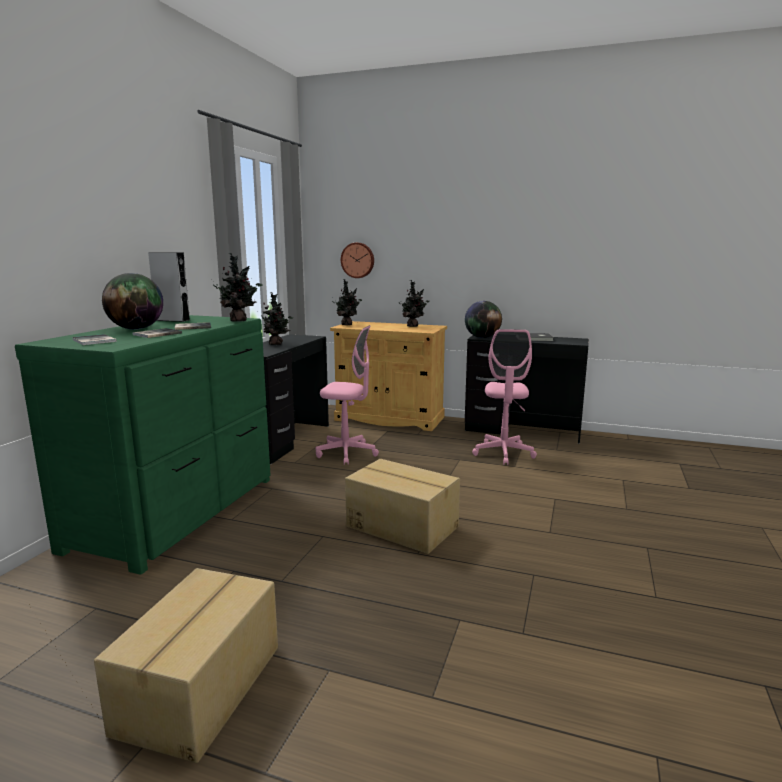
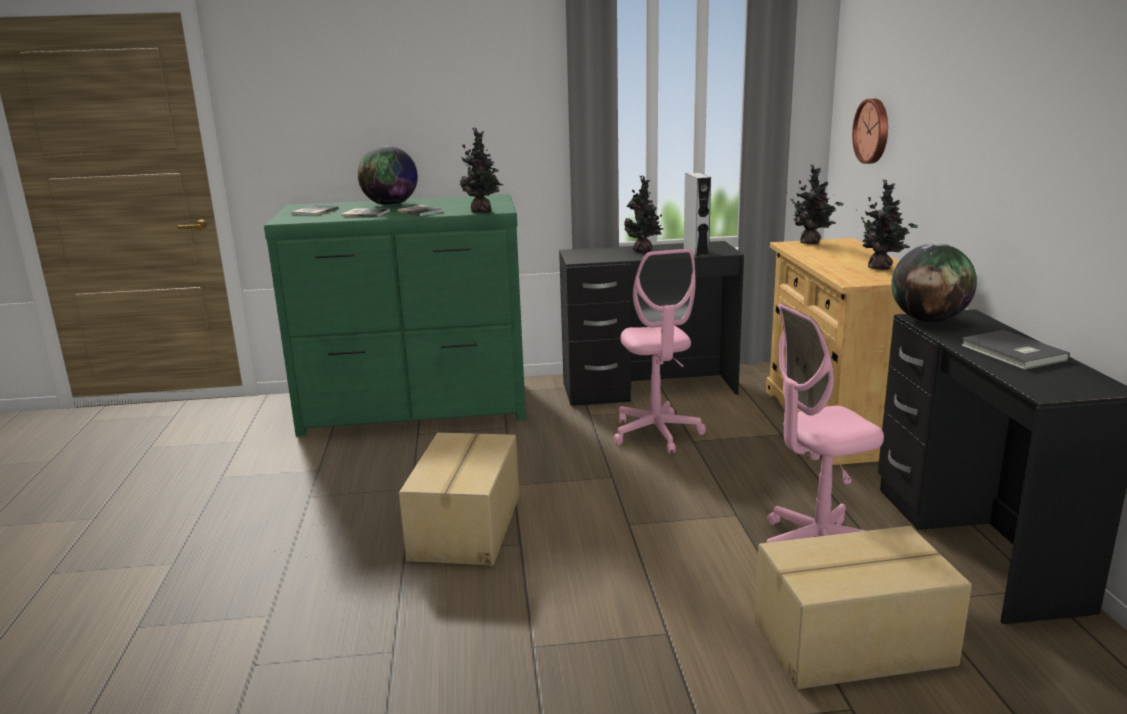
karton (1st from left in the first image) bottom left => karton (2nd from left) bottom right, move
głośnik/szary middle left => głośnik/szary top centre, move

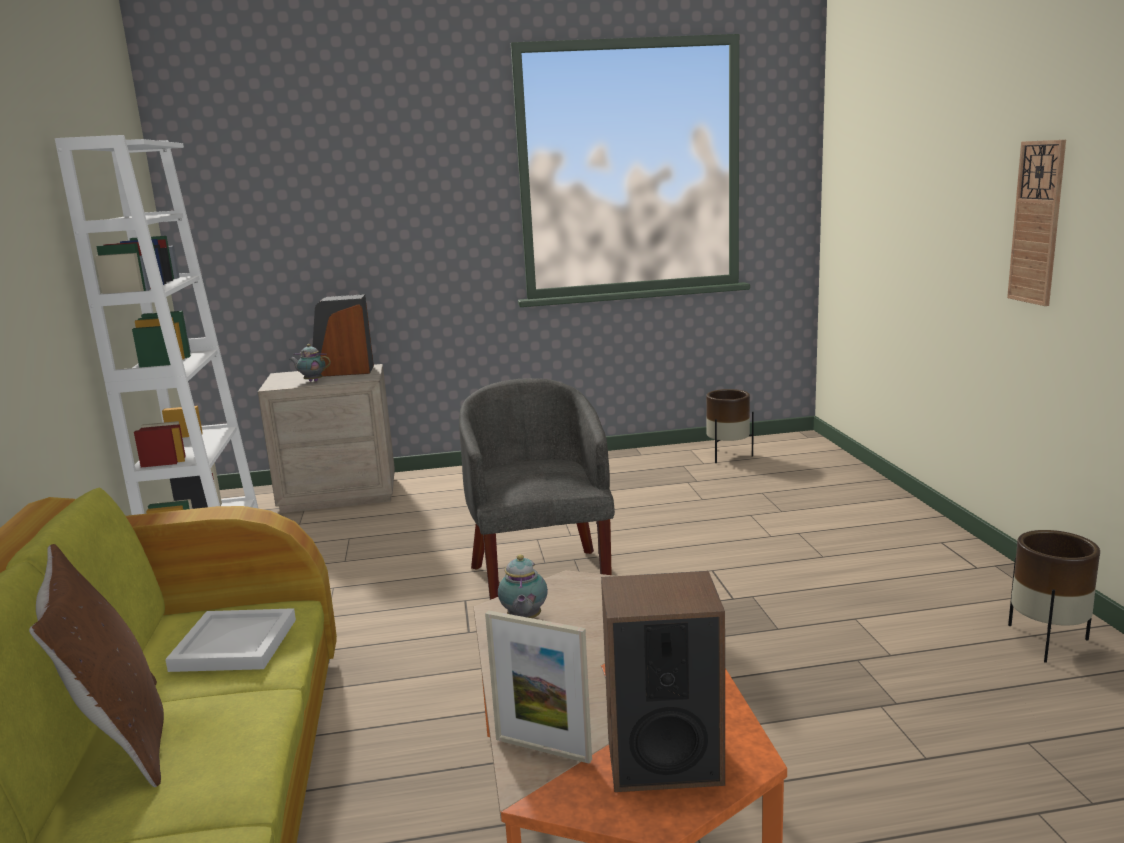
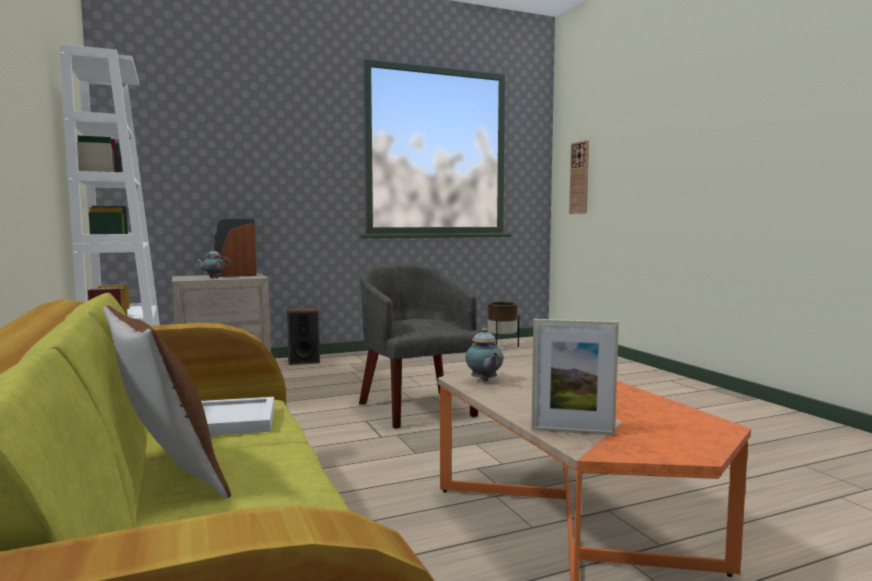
głośnik (2nd from left) bottom centre => głośnik (2nd from left) centre, move
zegar ścienny top right => zegar ścienny top centre, move
donica/brązowy (2nd from left) bottom right => nothing

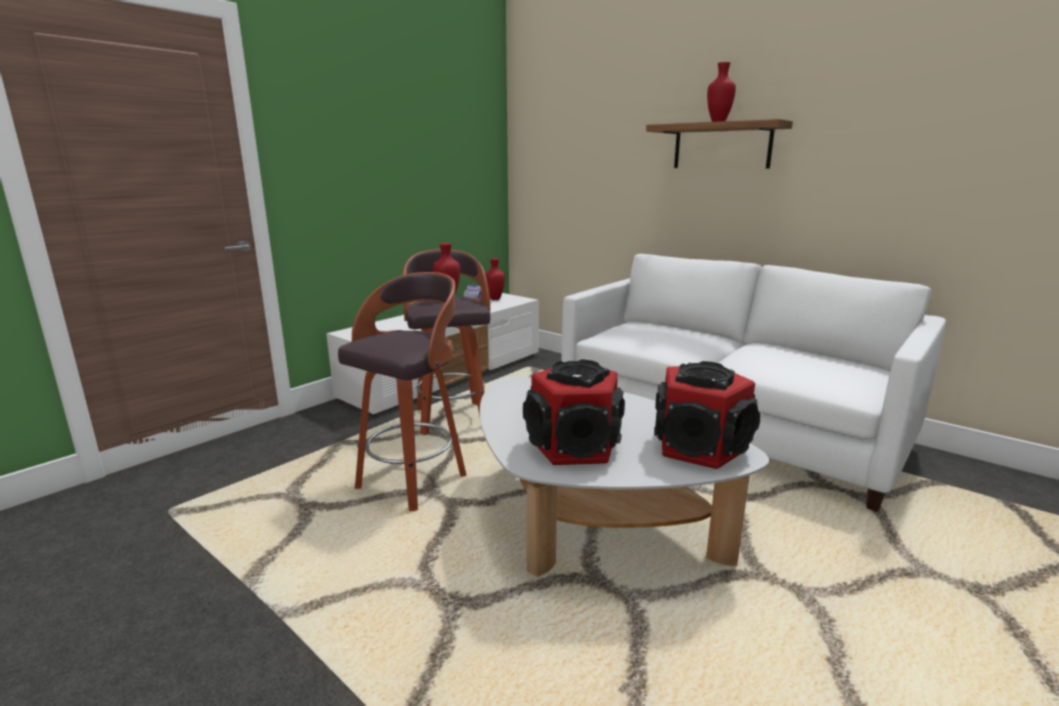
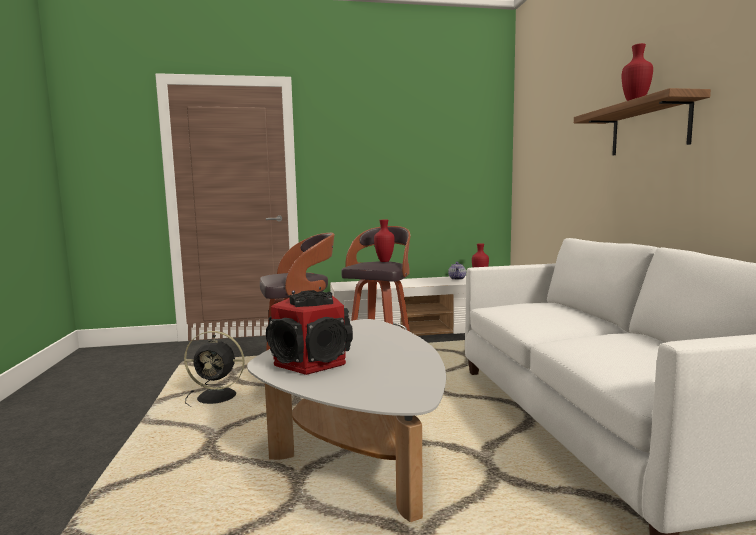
głośnik (2nd from left) middle right => nothing
nothing => wentylator/czarny bottom left

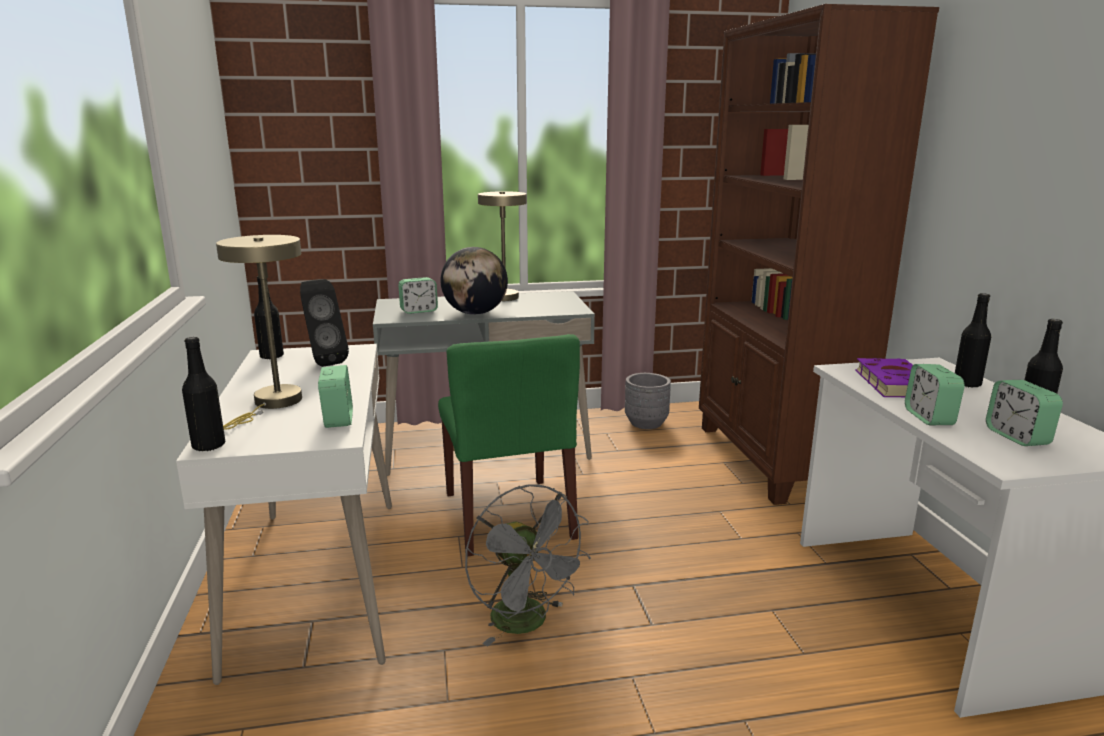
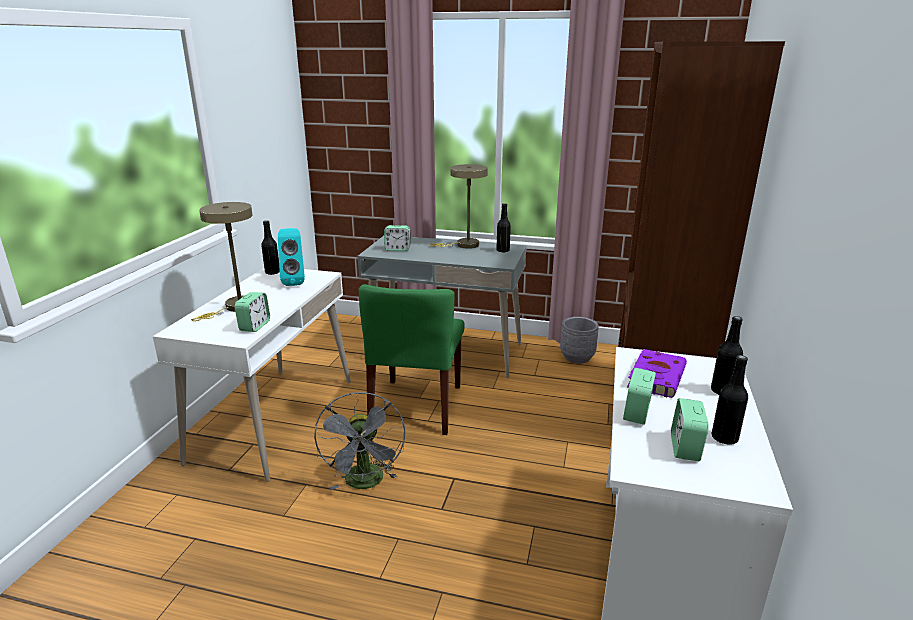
butelka/czarny (1st from left in the first image) middle left => butelka/czarny (2nd from left) centre, move
głośnik/czarny middle left => głośnik/turkusowy middle left
globus centre => nothing

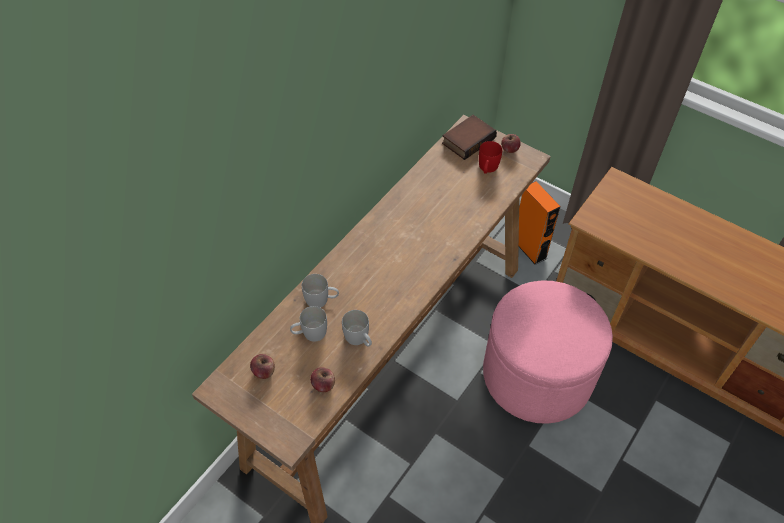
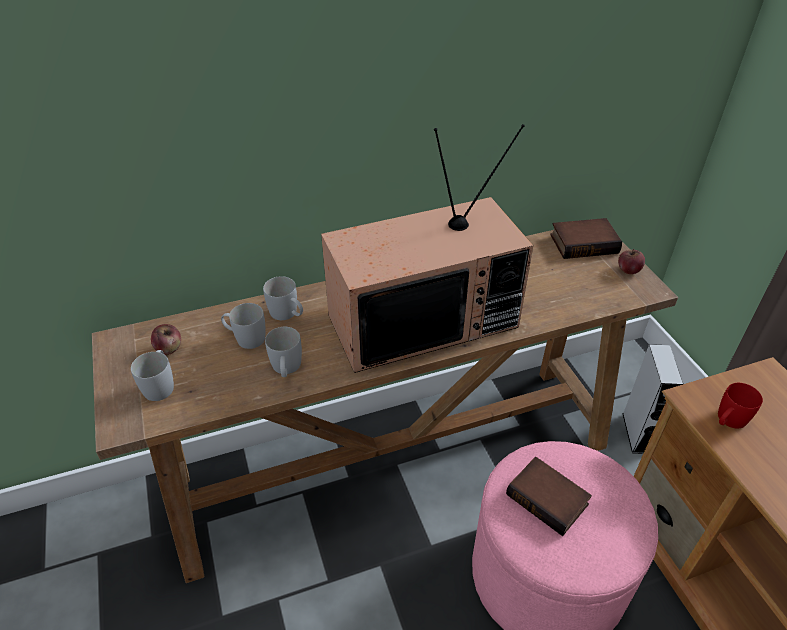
jabłko (2nd from left) bottom centre => nothing
kubek/czerwony top centre => kubek/czerwony middle right, move
głośnik/pomarańczowy middle right => głośnik/szary middle right
nothing => kubek/biały (1st from left) middle left
nothing => telewizor centre
nothing => książka (1st from left) bottom right

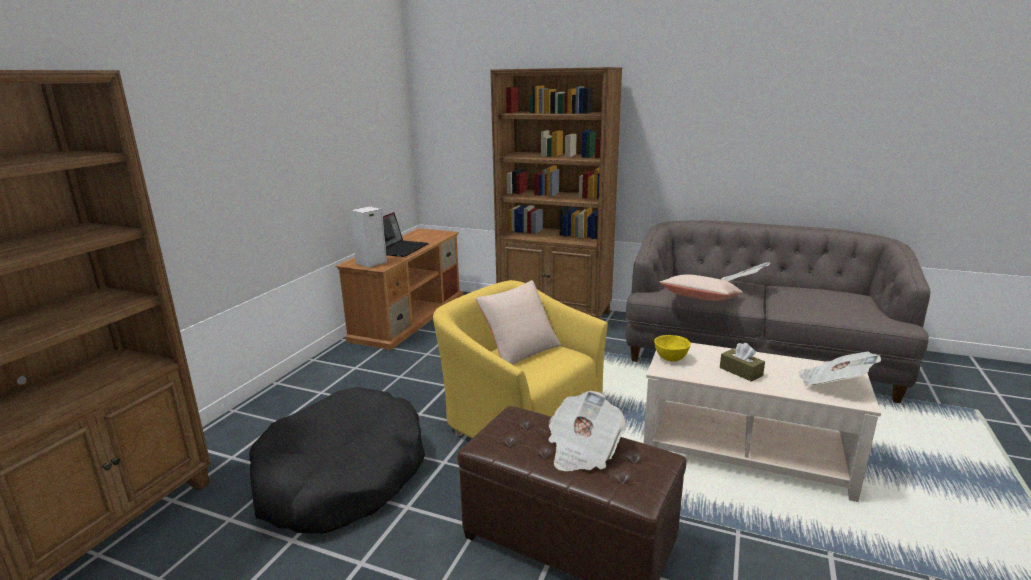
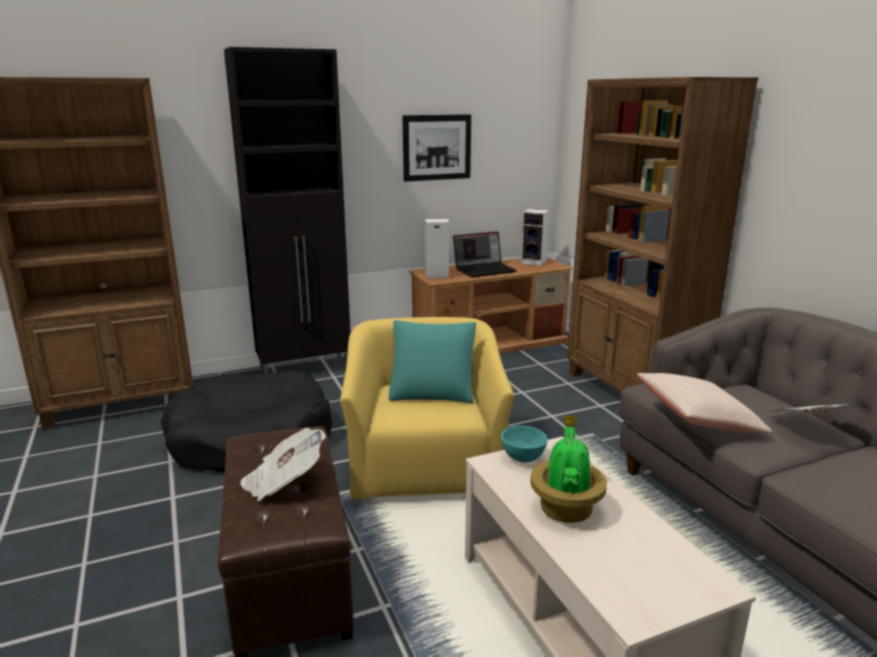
poduszka/beżowy (1st from left) centre => poduszka/turkusowy centre
miska/żółty centre => miska/turkusowy bottom centre
pudełko chusteczek/brązowy middle right => roślina doniczkowa bottom centre
gazeta (3rd from left) middle right => nothing
nothing => szafka/czarny top left
nothing => obraz top centre
nothing => głośnik (2nd from left) centre

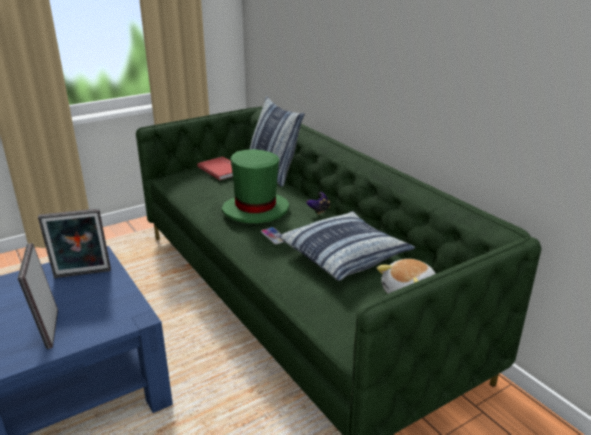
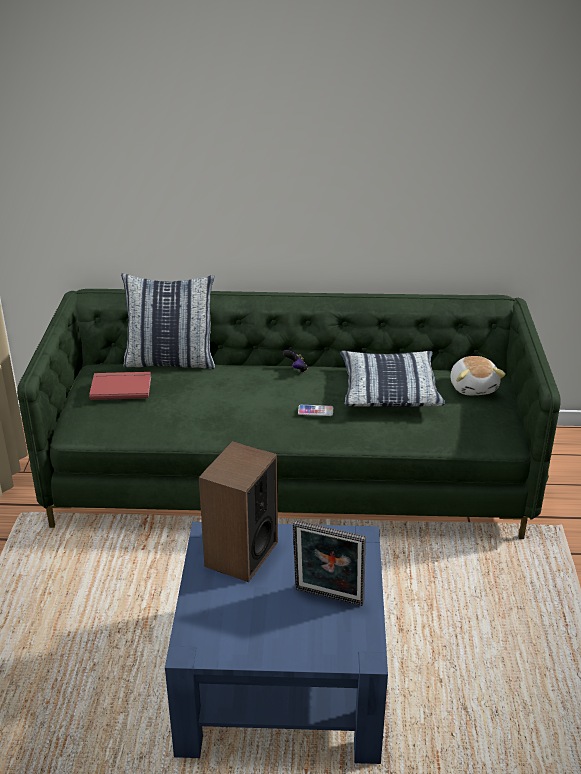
ramka na zdjęcie (2nd from left) middle left => głośnik centre
kapelusz/zielony centre => nothing

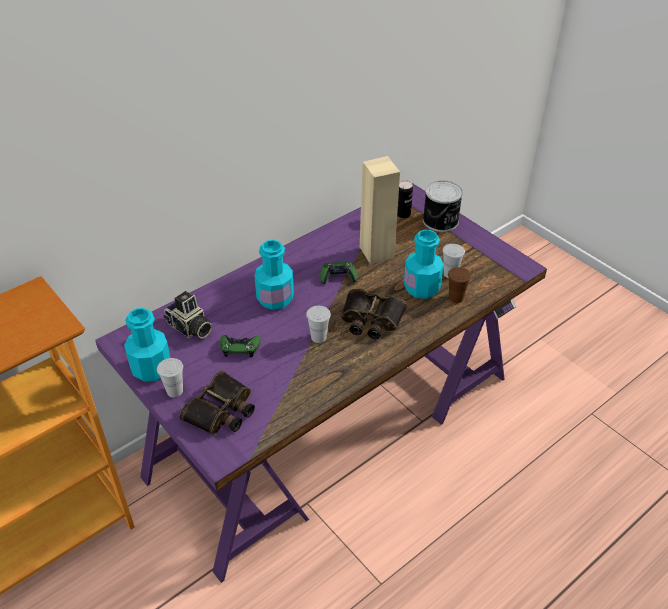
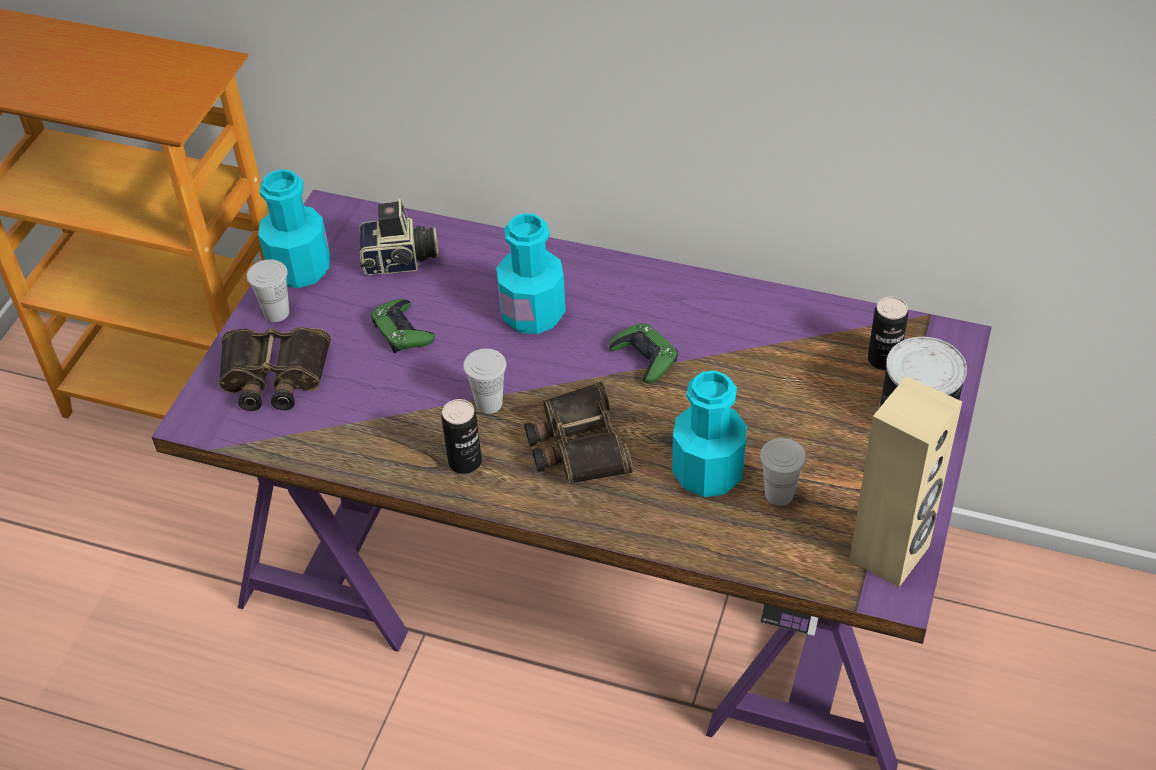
aparat fotograficzny middle left => aparat fotograficzny top centre, 105 degrees counterclockwise
głośnik/beżowy centre => głośnik/beżowy middle right, move
filiżanka/brązowy middle right => nothing
nothing => puszka (1st from left) centre

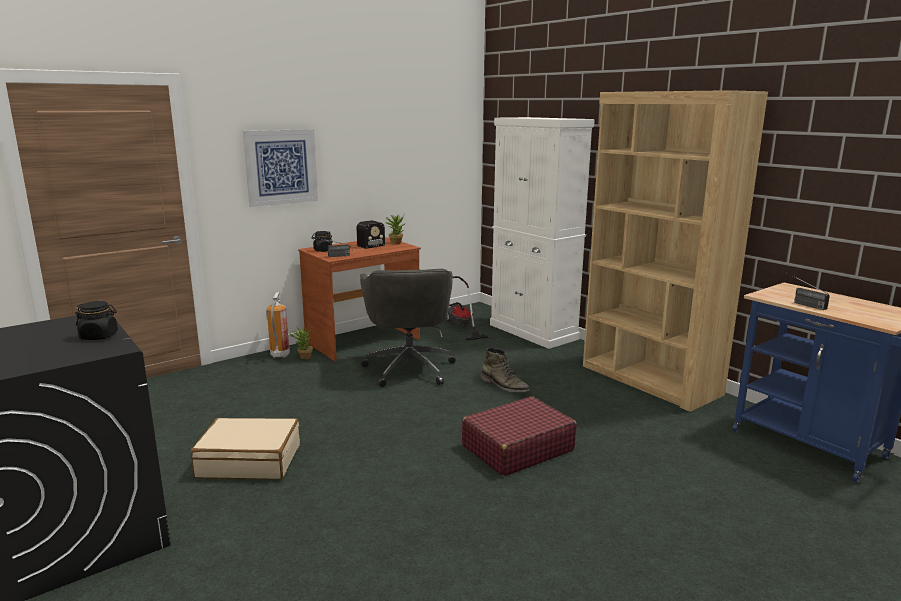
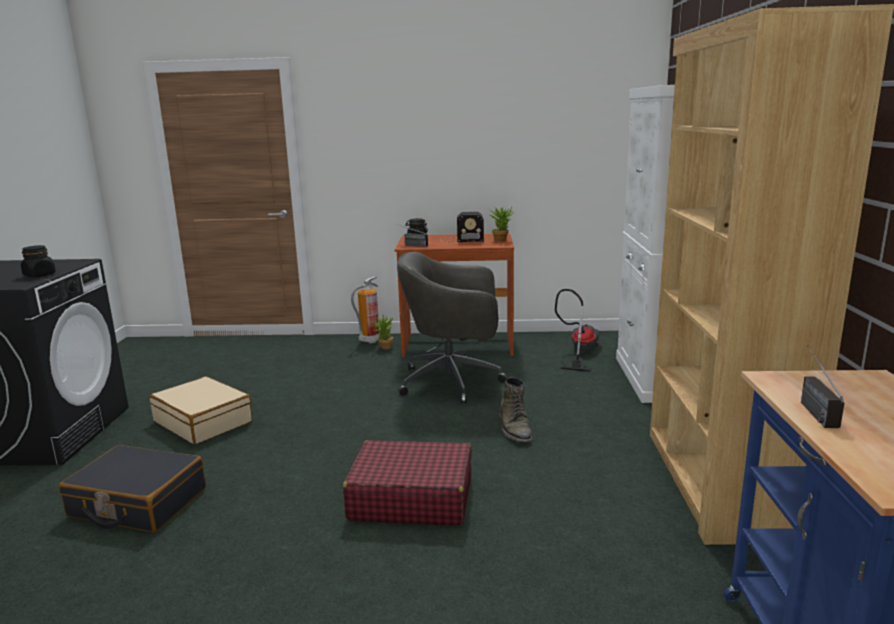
obraz top left => nothing
krzesło biurowe/szary centre, 60 degrees clockwise
nothing => walizka/czarny bottom left

